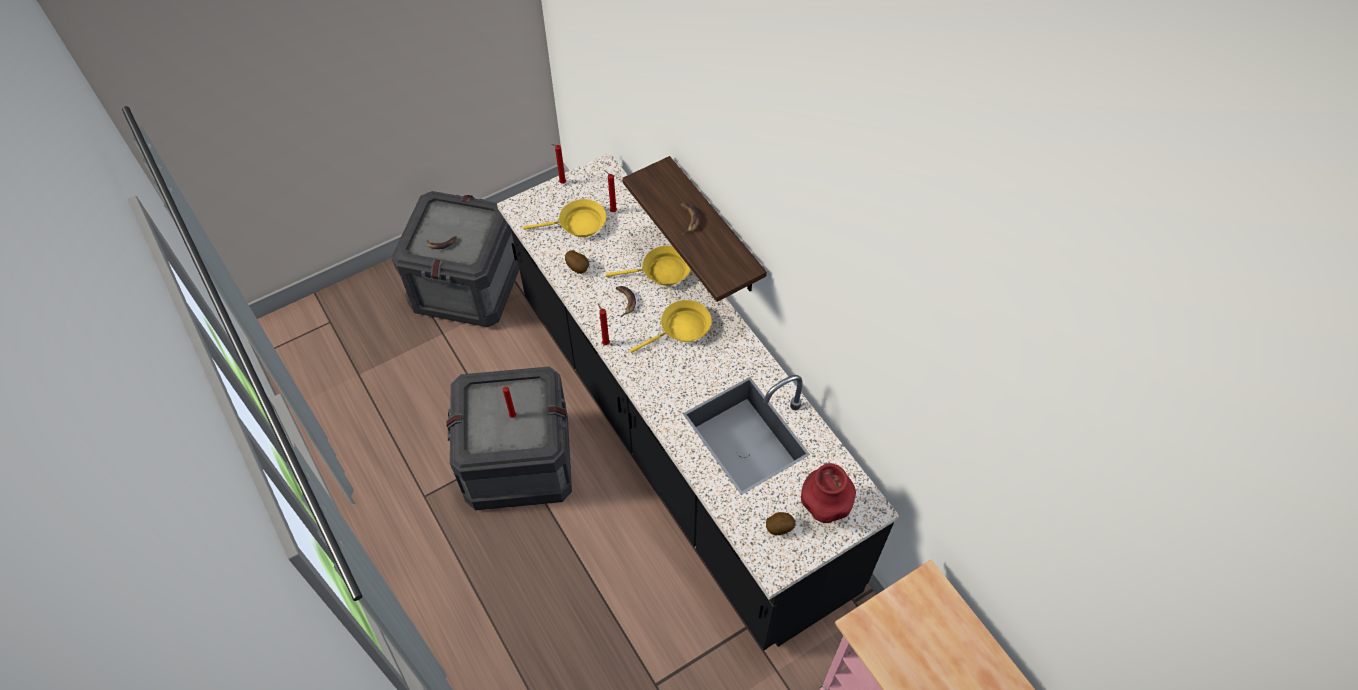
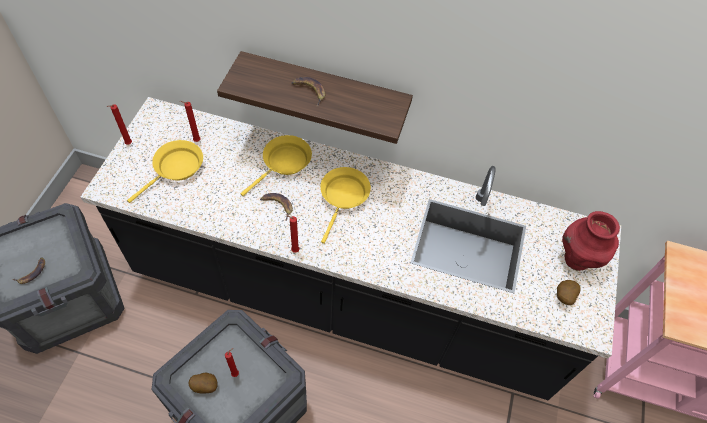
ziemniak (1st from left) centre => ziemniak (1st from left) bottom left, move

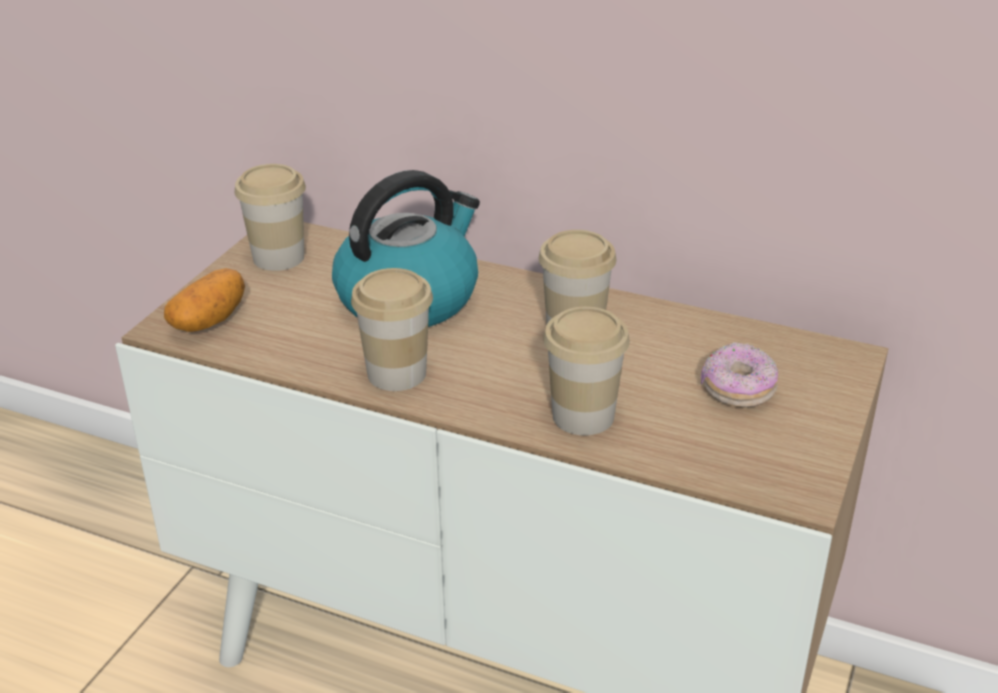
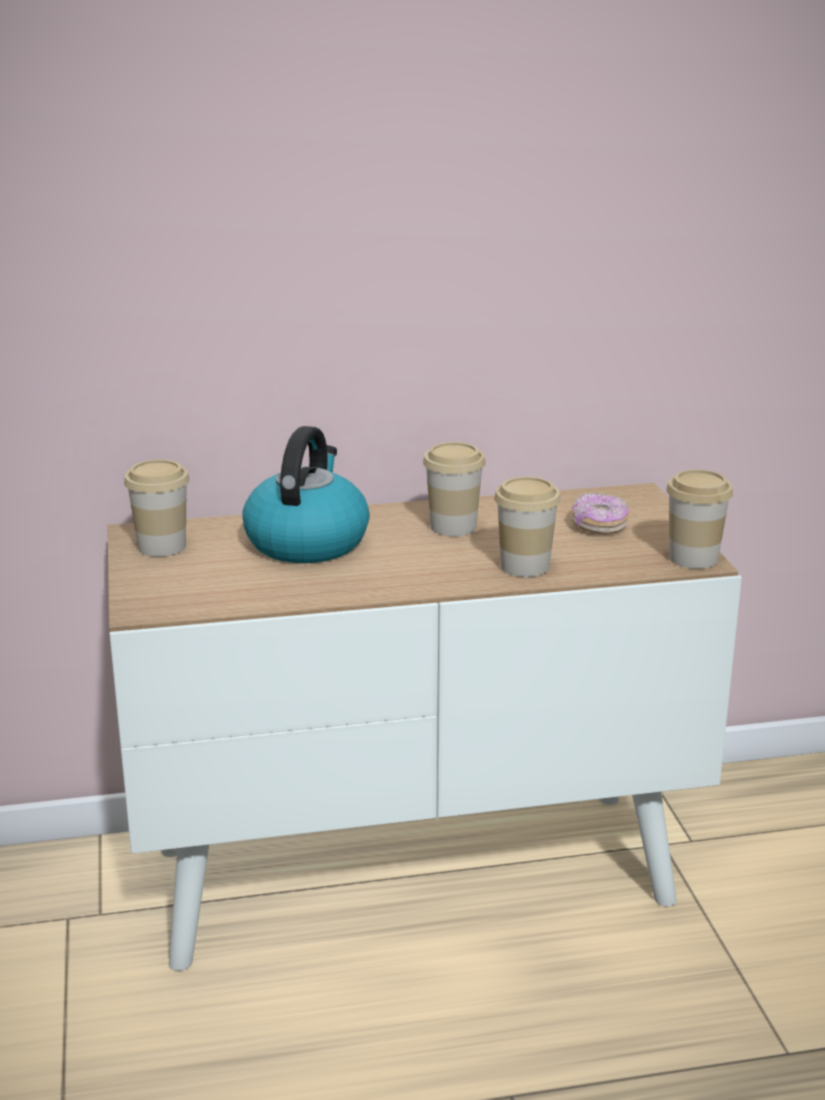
ziemniak middle left => nothing
filiżanka (2nd from left in the first image) centre => filiżanka (4th from left) middle right, move

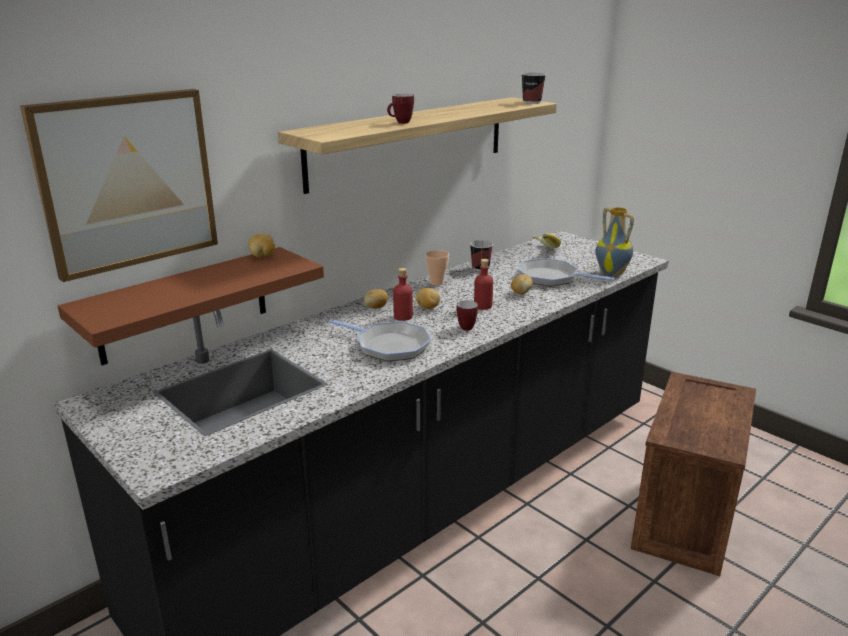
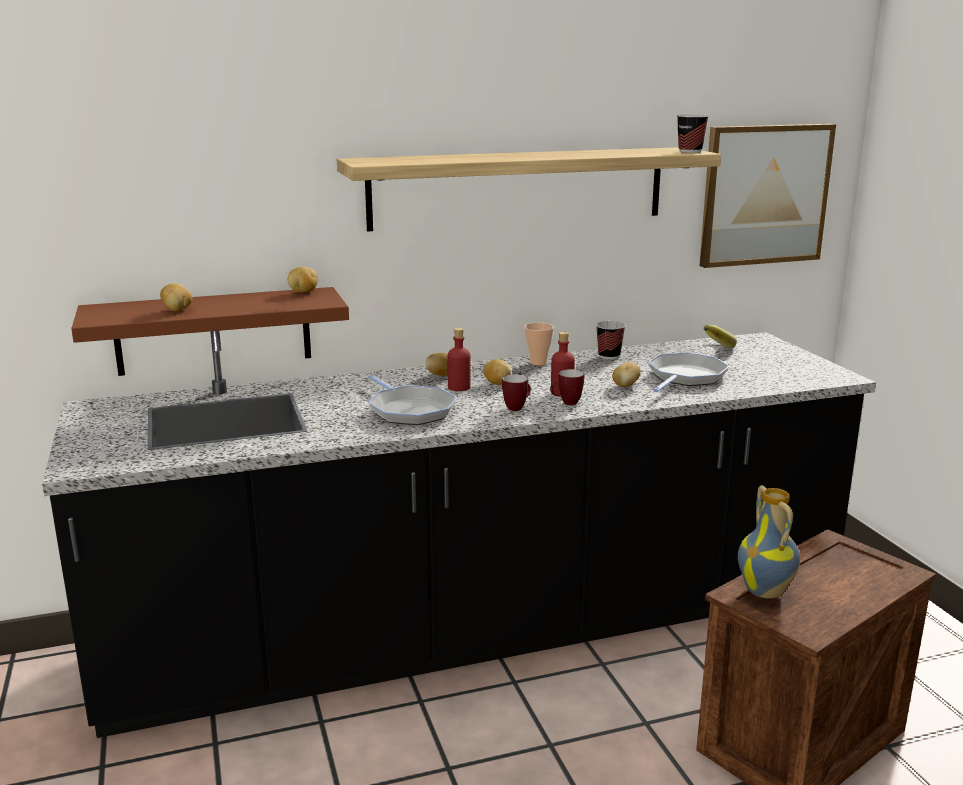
obraz top left => obraz top right, move
kubek (1st from left in the first image) top centre => kubek (2nd from left) centre, move
patelnia (2nd from left) centre => patelnia (2nd from left) middle right, 75 degrees clockwise
wazon middle right => wazon bottom right, move
nothing => ziemniak (1st from left) middle left

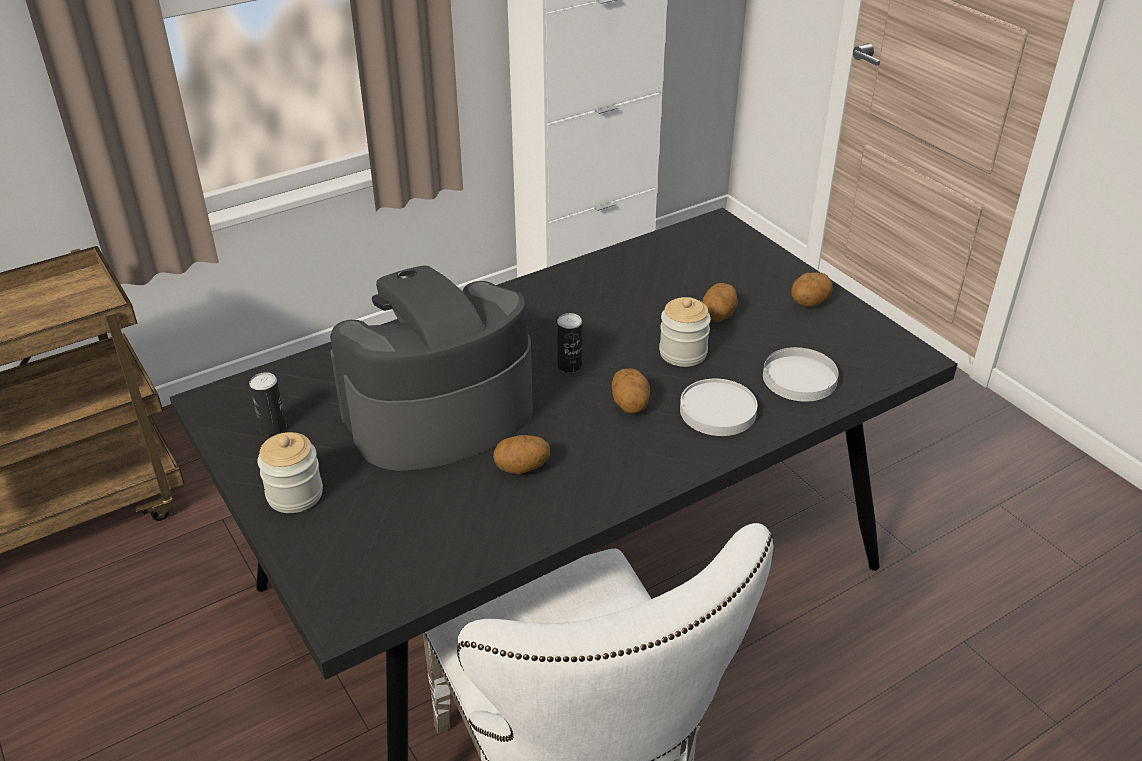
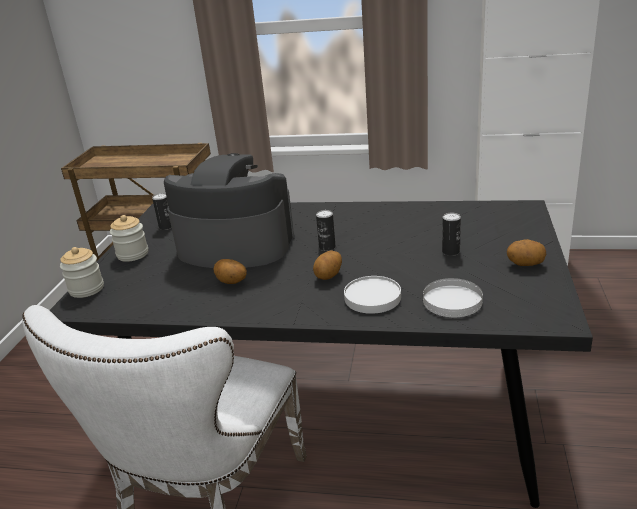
słoik (2nd from left in the first image) centre => słoik (1st from left) middle left, move
ziemniak (3rd from left) centre => puszka (3rd from left) middle right

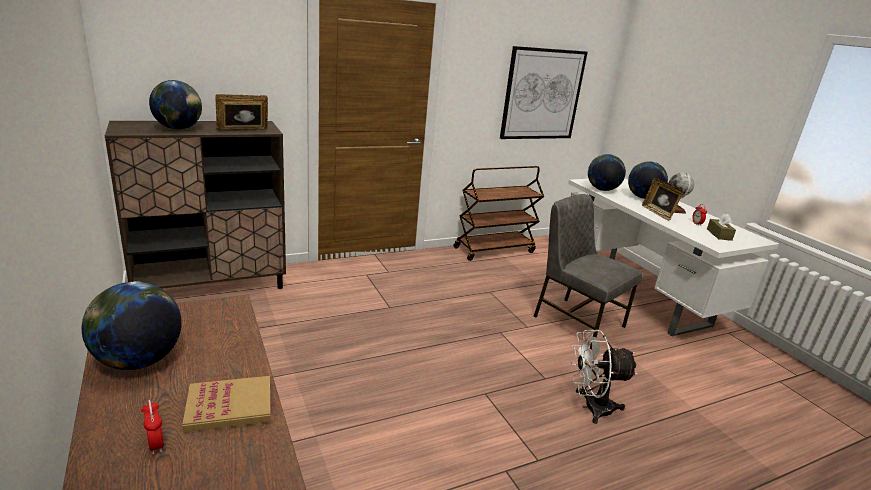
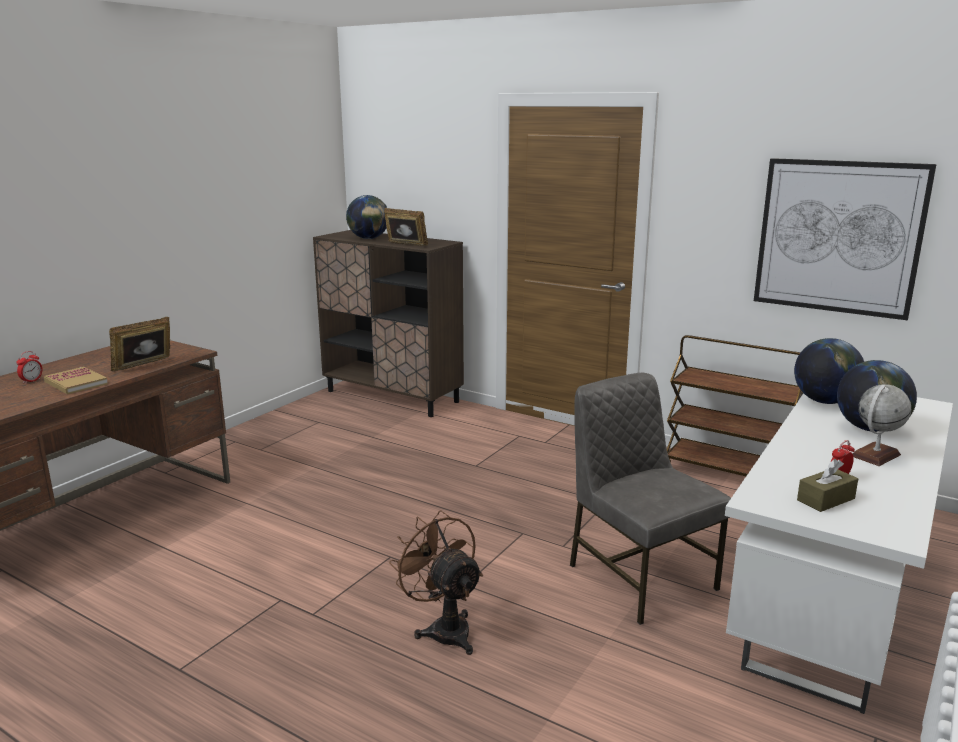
globus (1st from left) middle left => nothing
krzesło/szary middle right => krzesło/szary bottom right, 45 degrees counterclockwise
wentylator/biały bottom right => wentylator/brązowy bottom centre
ramka na zdjęcie (2nd from left in the first image) middle right => ramka na zdjęcie (1st from left) middle left, move

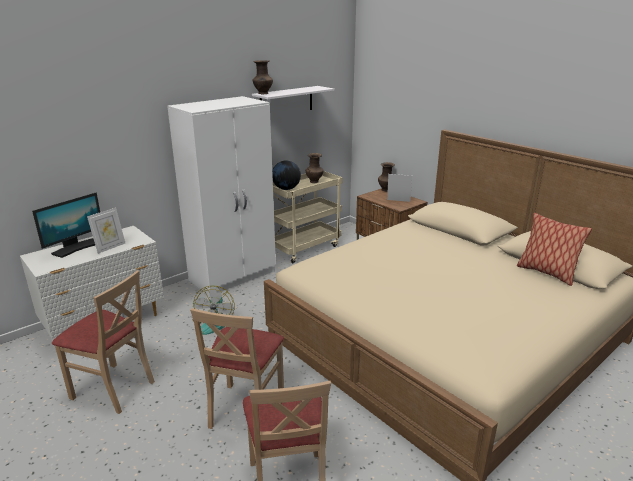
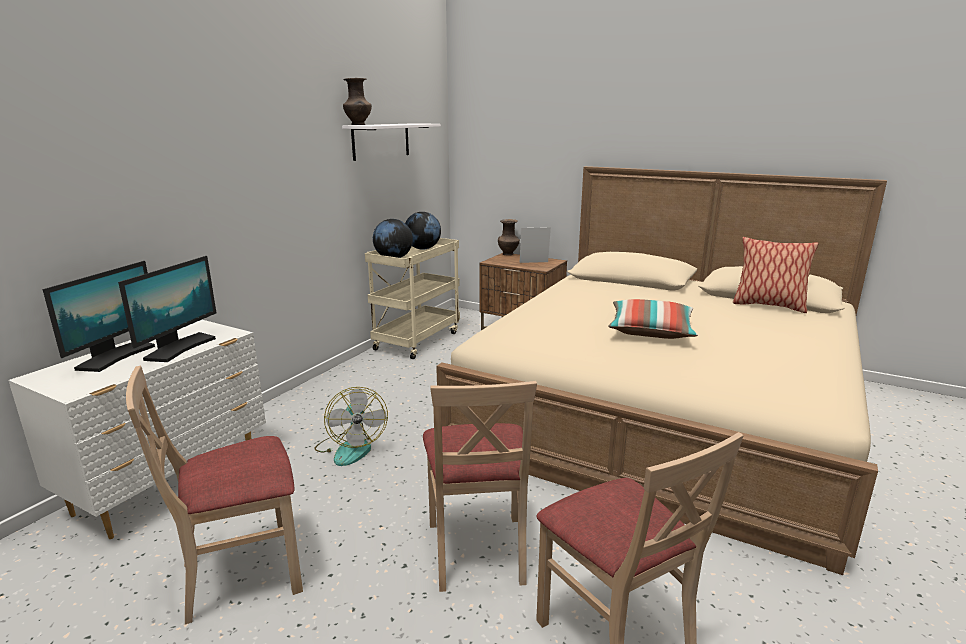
krzesło/beżowy (1st from left) bottom left, 150 degrees clockwise
ramka na zdjęcie (1st from left) middle left => monitor (2nd from left) middle left
szafa/biały centre => nothing
wazon/brązowy (2nd from left) centre => globus (2nd from left) centre
nothing => poduszka (1st from left) middle right

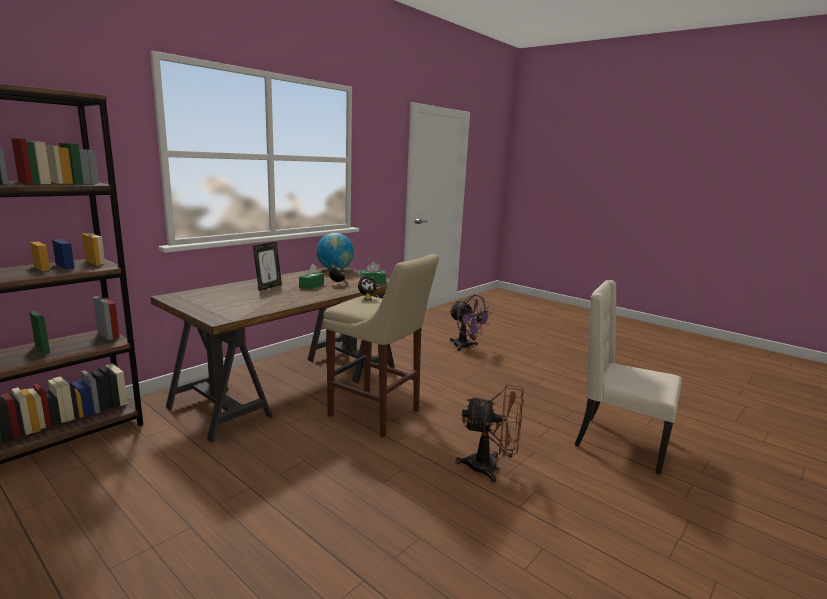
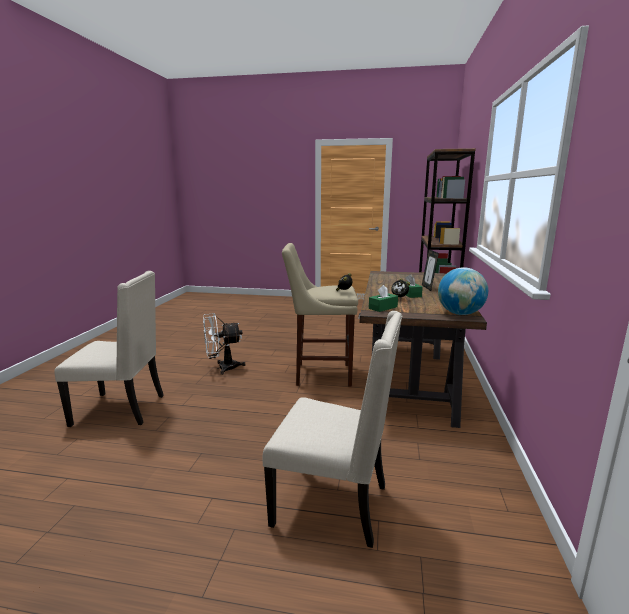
wentylator/fioletowy centre => krzesło/beżowy (2nd from left) bottom centre
wentylator/brązowy bottom centre => wentylator/biały centre

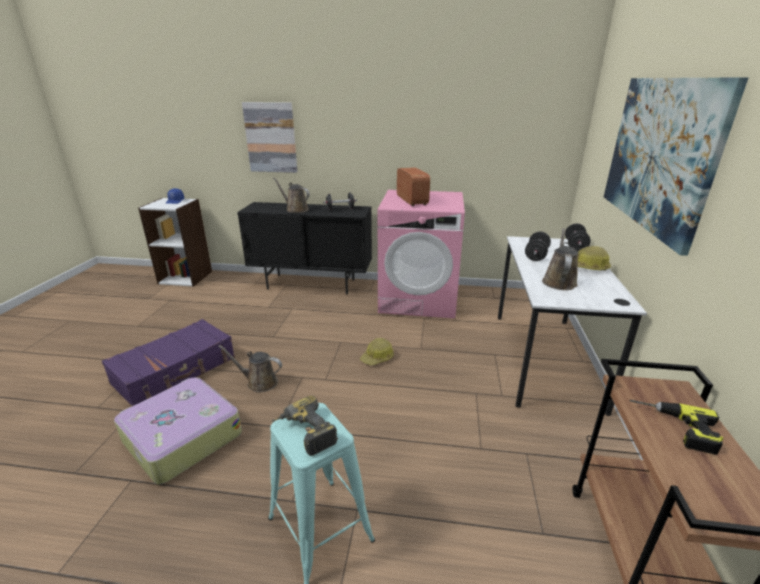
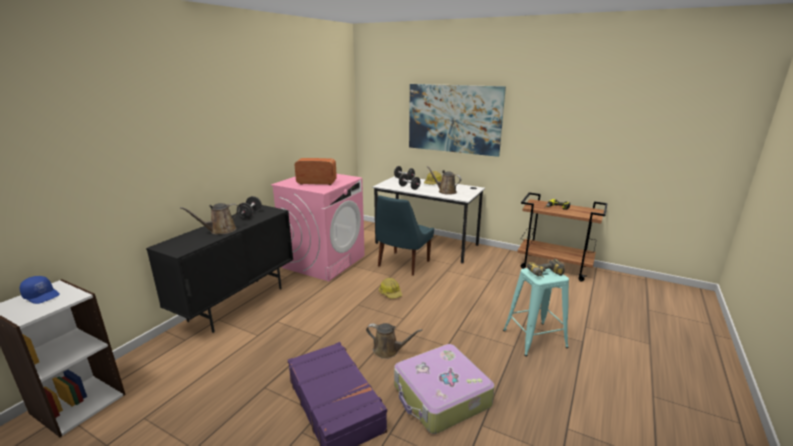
konewka/brązowy (1st from left in the first image) middle left => konewka/brązowy (2nd from left) bottom centre, 105 degrees counterclockwise
obraz (1st from left) top centre => nothing
nothing => krzesło/niebieski centre

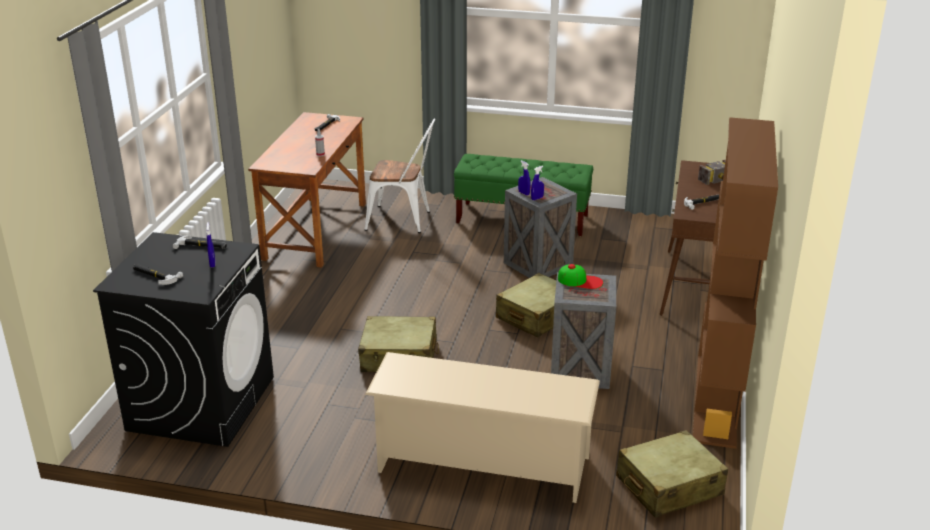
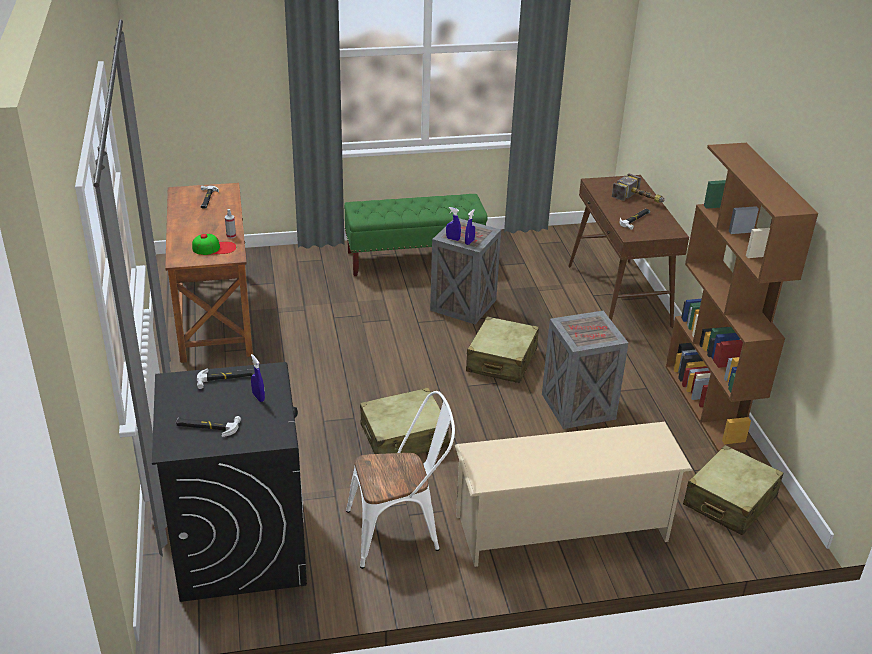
krzesło/biały top centre => krzesło/biały bottom centre, move
czapka z daszkiem centre => czapka z daszkiem middle left, move

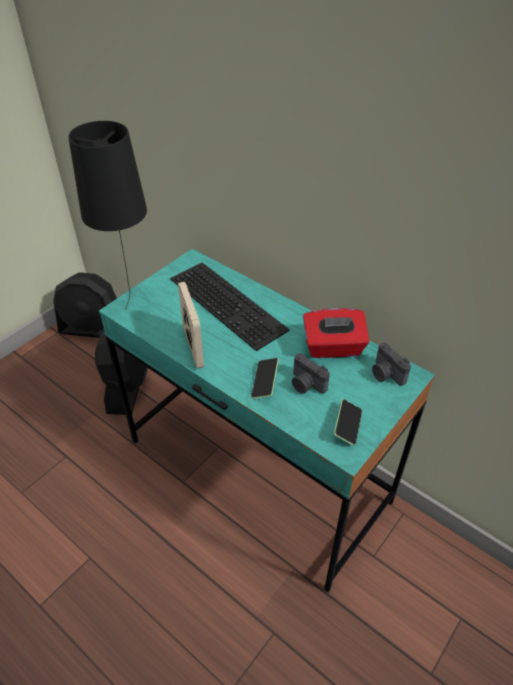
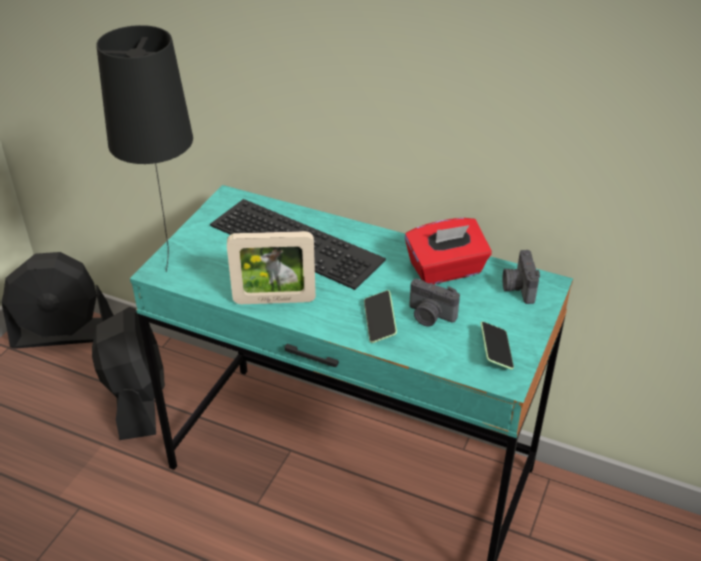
ramka na zdjęcie centre, 120 degrees clockwise
aparat fotograficzny (2nd from left) middle right, 45 degrees clockwise

